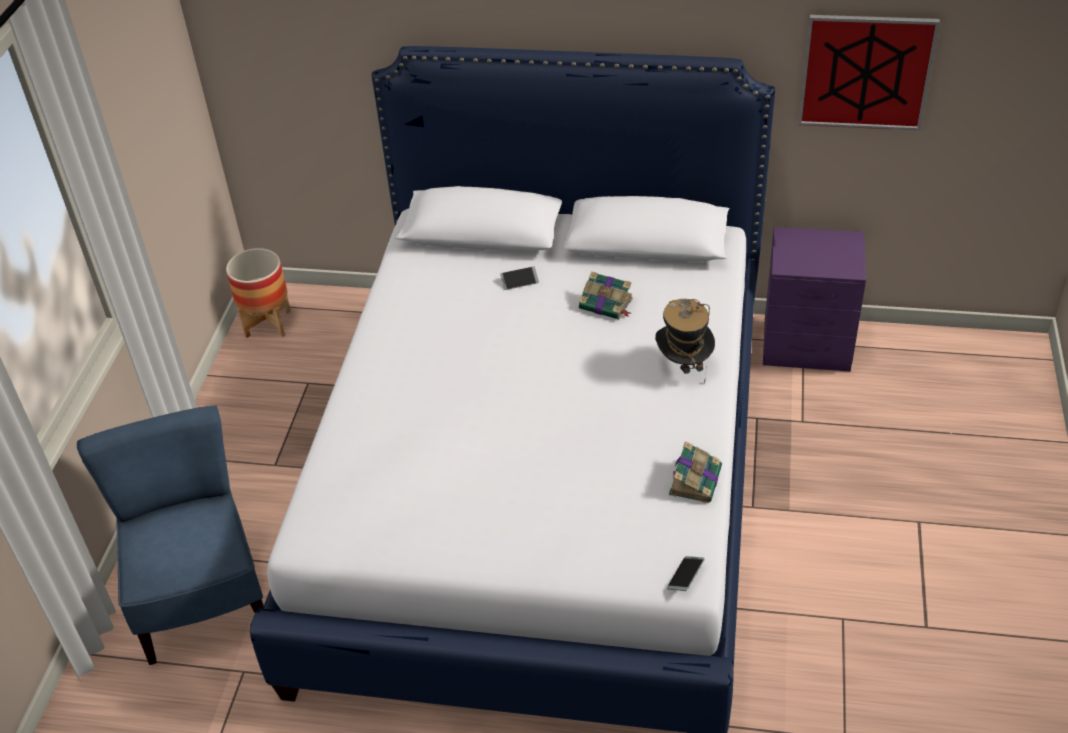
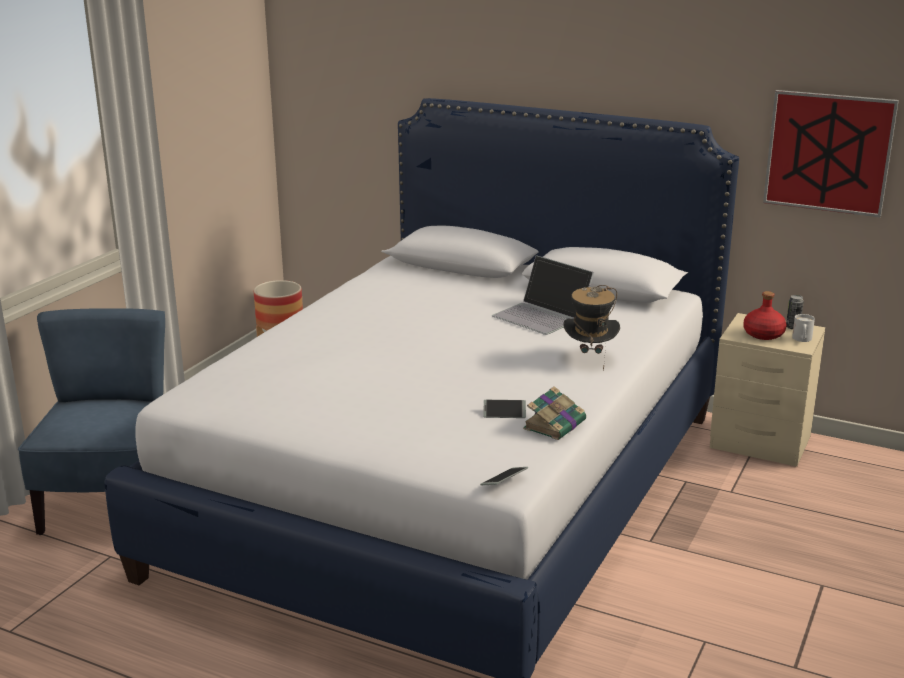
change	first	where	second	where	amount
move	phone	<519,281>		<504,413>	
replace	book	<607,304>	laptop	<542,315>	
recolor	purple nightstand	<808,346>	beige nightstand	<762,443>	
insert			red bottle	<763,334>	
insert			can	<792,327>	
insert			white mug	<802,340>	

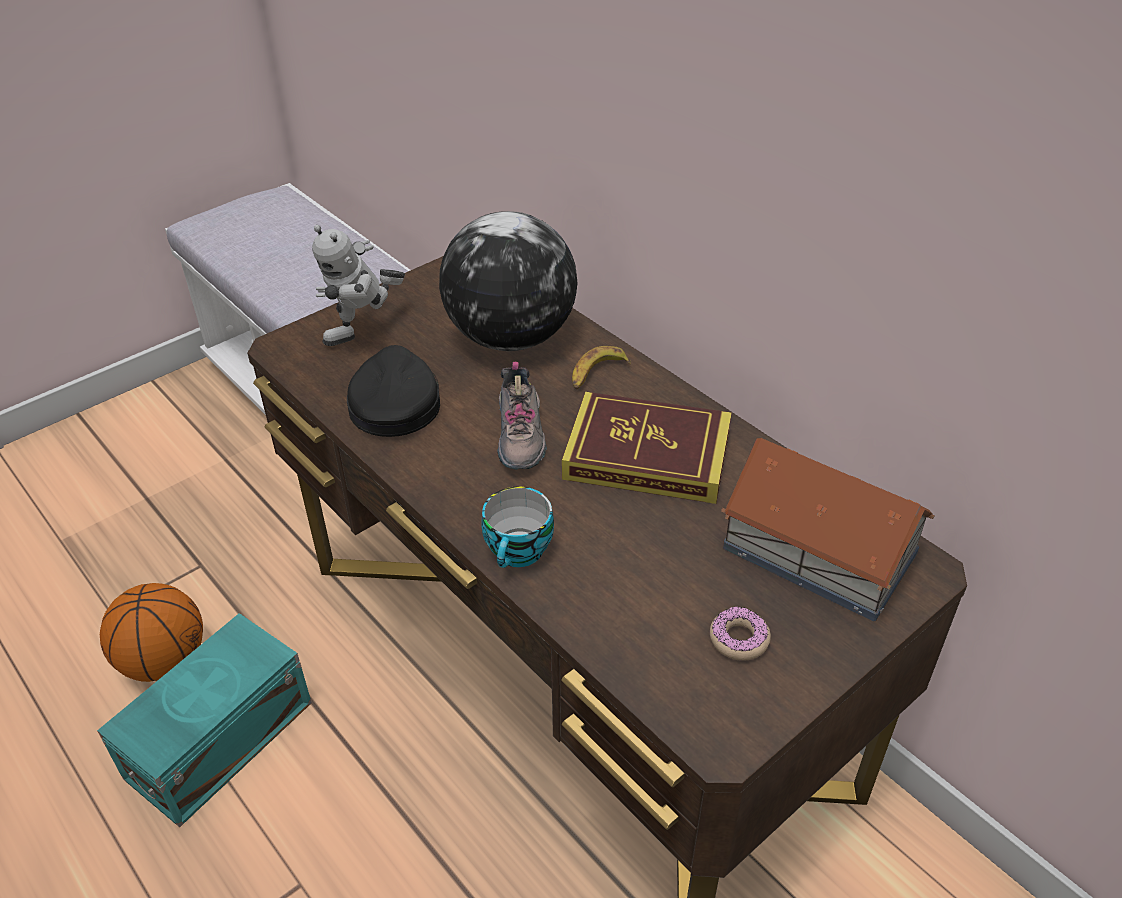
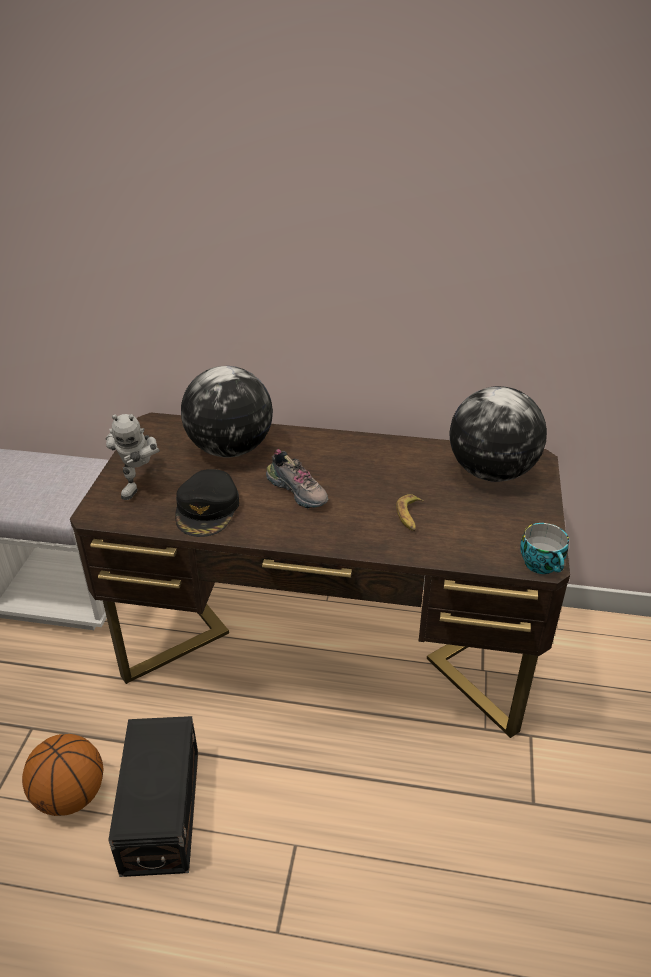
change	first	where	second	where	amount
recolor	turquoise storage box	<216,740>	black storage box	<159,813>	
rotate	black cap	<395,402>		<207,509>	135 degrees counterclockwise
move	cup	<519,552>		<542,565>	
delete	book	<647,455>			
move	banana	<597,374>		<410,516>	
delete	donut	<739,639>			
replace	toy house	<820,552>	globe	<492,472>	

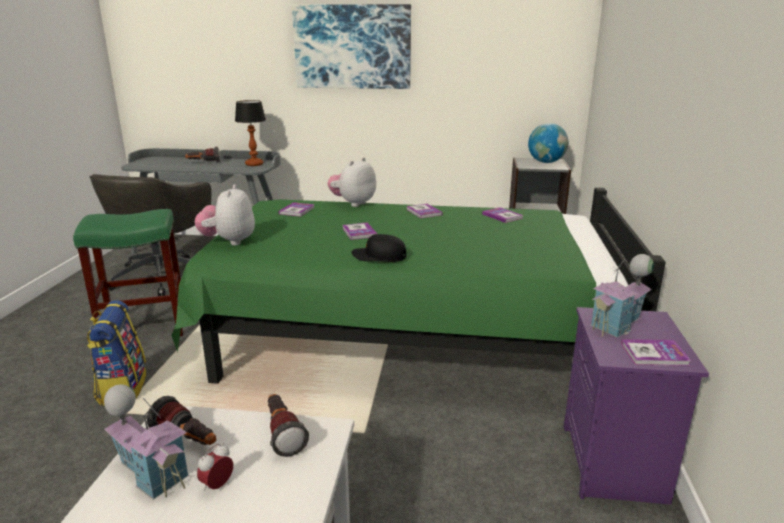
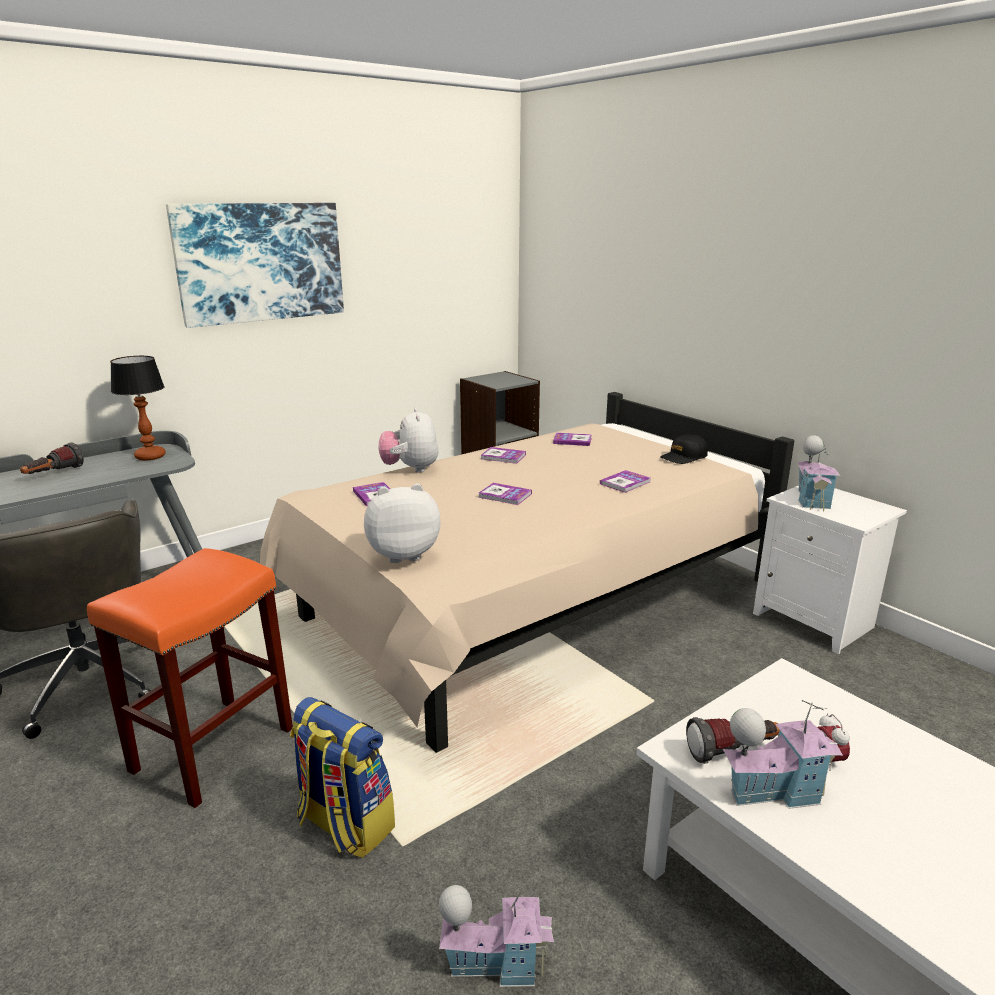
change	first	where	second	where	amount
recolor	green stool	<146,327>	orange stool	<214,748>	
recolor	green bed	<406,337>	beige bed	<531,604>	
rotate	plush toy	<229,241>		<402,554>	120 degrees clockwise
delete	flashlight	<282,434>			
move	black cap	<379,256>		<684,457>	
delete	globe	<546,162>			
recolor	purple nightstand	<615,465>	white nightstand	<816,621>	
move	book	<654,354>		<625,483>	
insert			toy house	<496,963>	

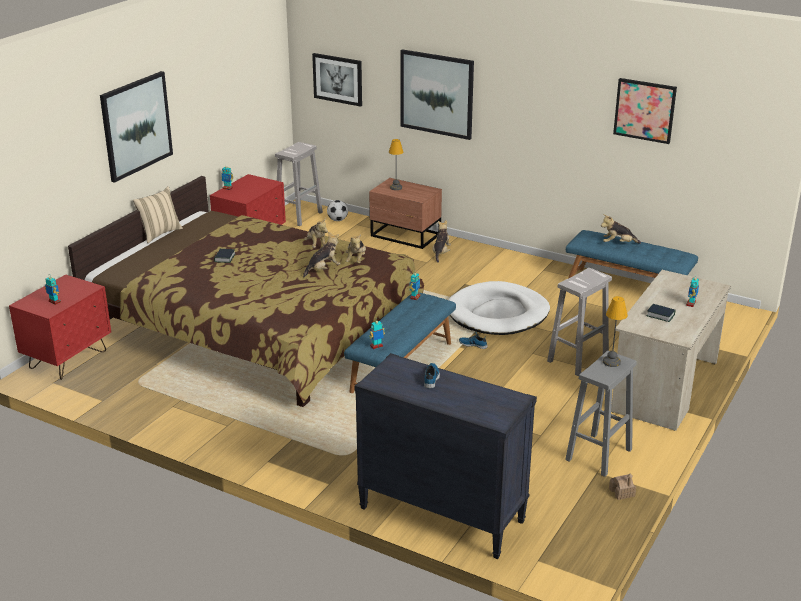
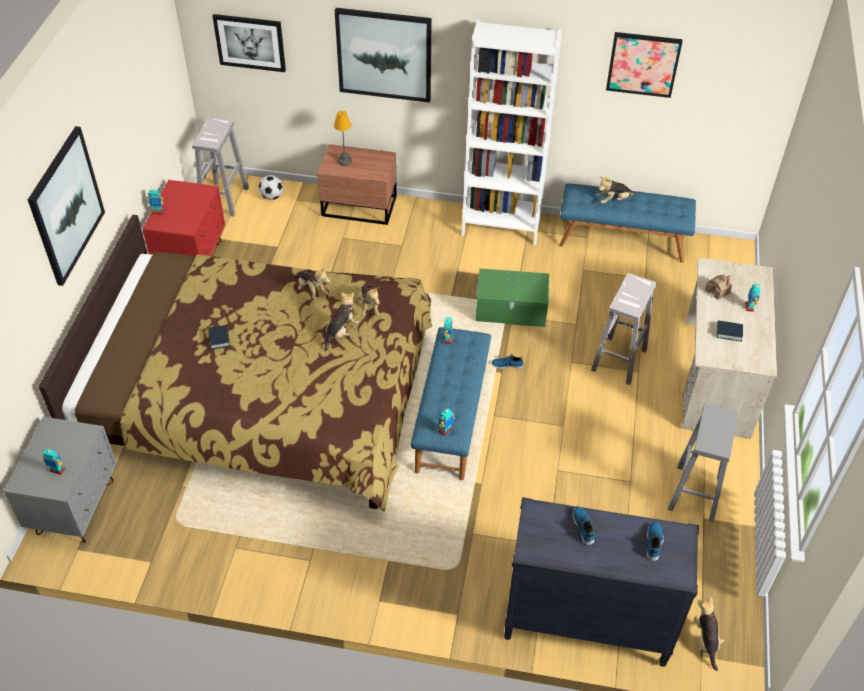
change	first	where	second	where	amount
recolor	red nightstand	<68,360>	grey nightstand	<76,507>	
delete	beige pillow	<159,233>			
move	plush toy	<441,253>		<706,640>	
replace	white dog bed	<498,313>	green storage box	<511,309>	
delete	table lamp	<612,362>			
move	toy house	<622,492>		<717,291>	
insert			white bookcase	<501,225>	
insert			shoe	<654,542>	

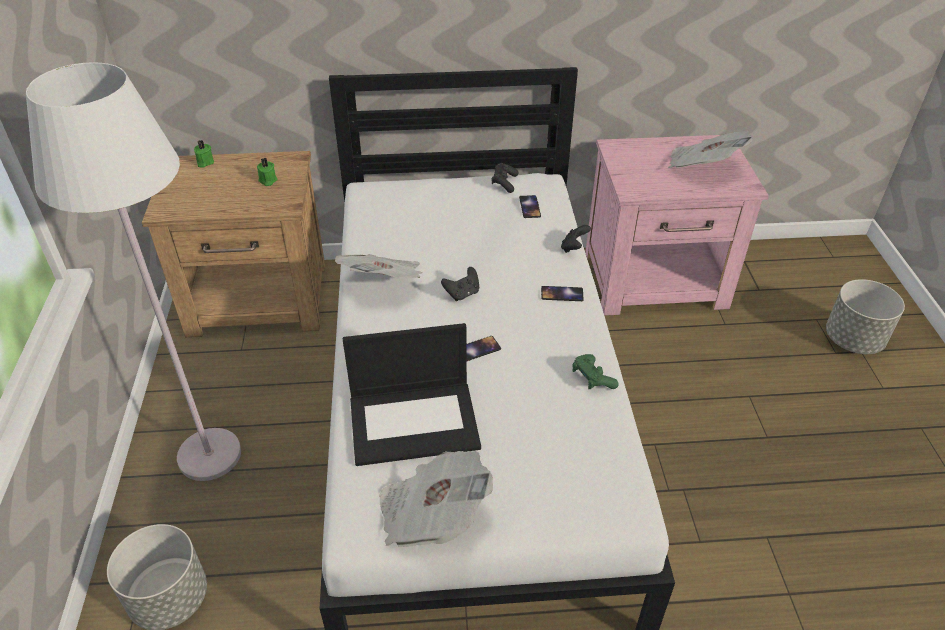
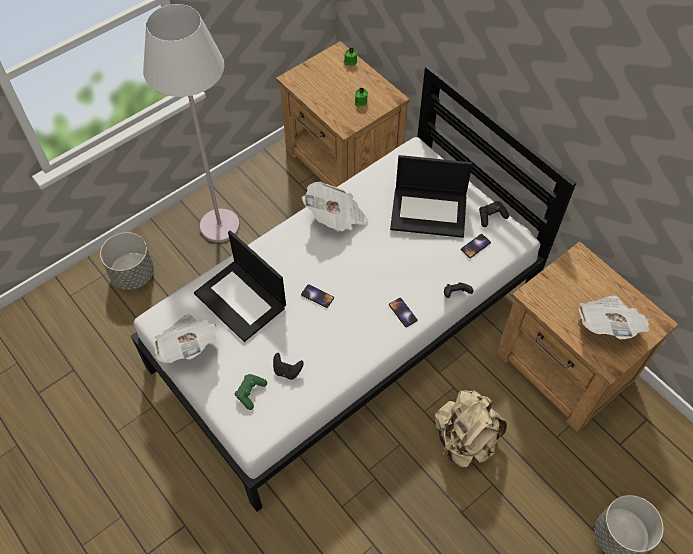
change	first	where	second	where	amount
move	black game controller	<462,294>		<287,371>	
move	green game controller	<592,378>		<250,393>	
recolor	pink nightstand	<657,280>	brown nightstand	<565,369>	
insert			laptop	<429,212>	
insert			beige backpack	<464,439>	

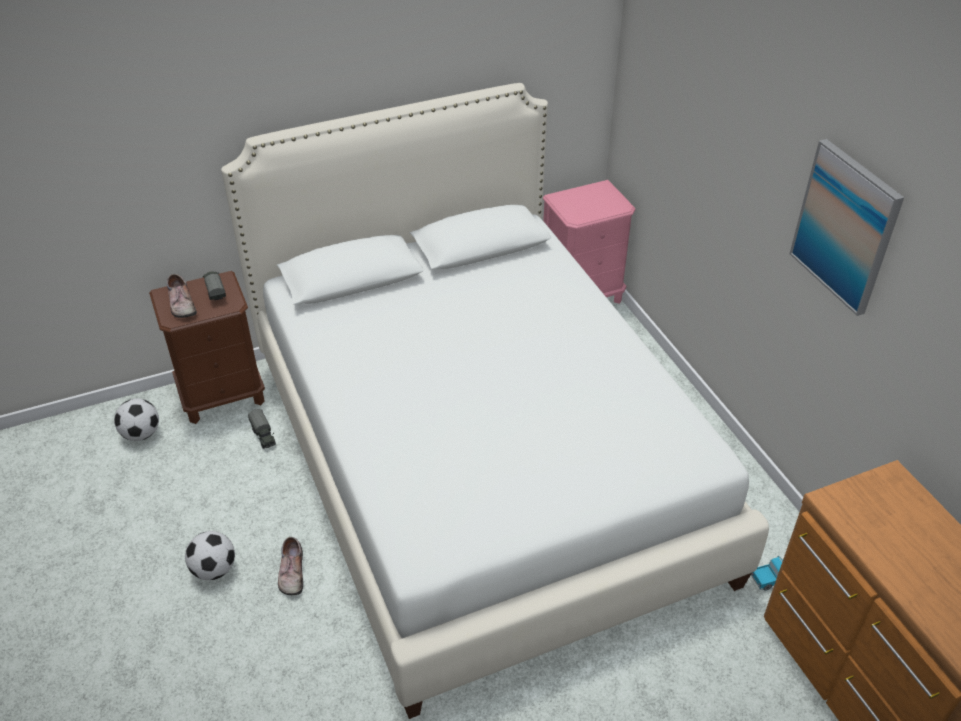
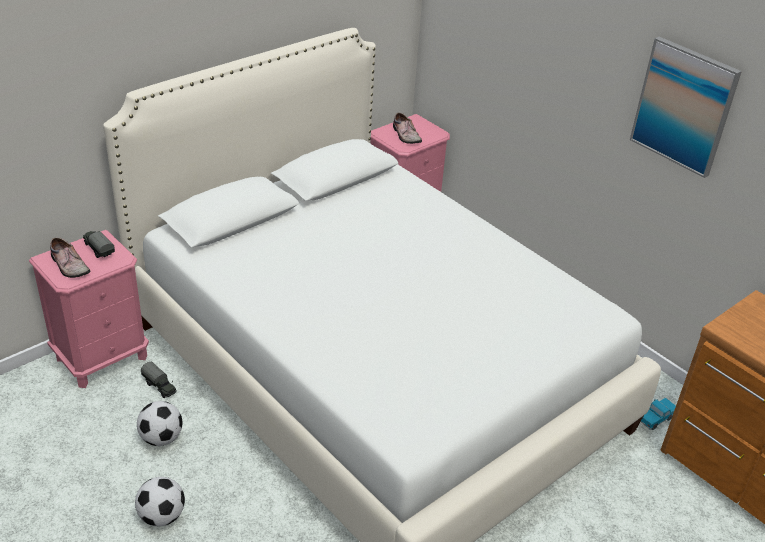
change	first	where	second	where	amount
move	football	<141,434>		<161,438>	
recolor	brown nightstand	<222,395>	pink nightstand	<102,357>	
move	shoe	<290,572>		<405,135>	

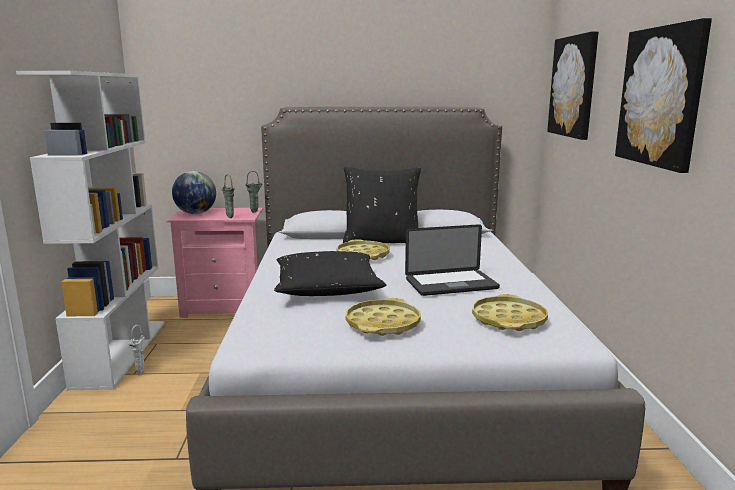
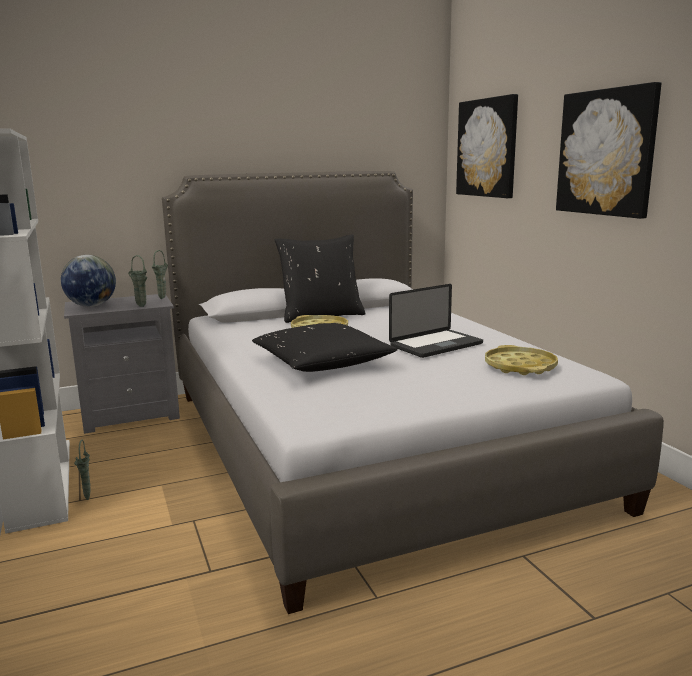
change	first	where	second	where	amount
recolor	white vase	<141,372>	green vase	<88,497>	
recolor	pink nightstand	<224,307>	grey nightstand	<131,414>	
delete	yellow tray	<383,324>			

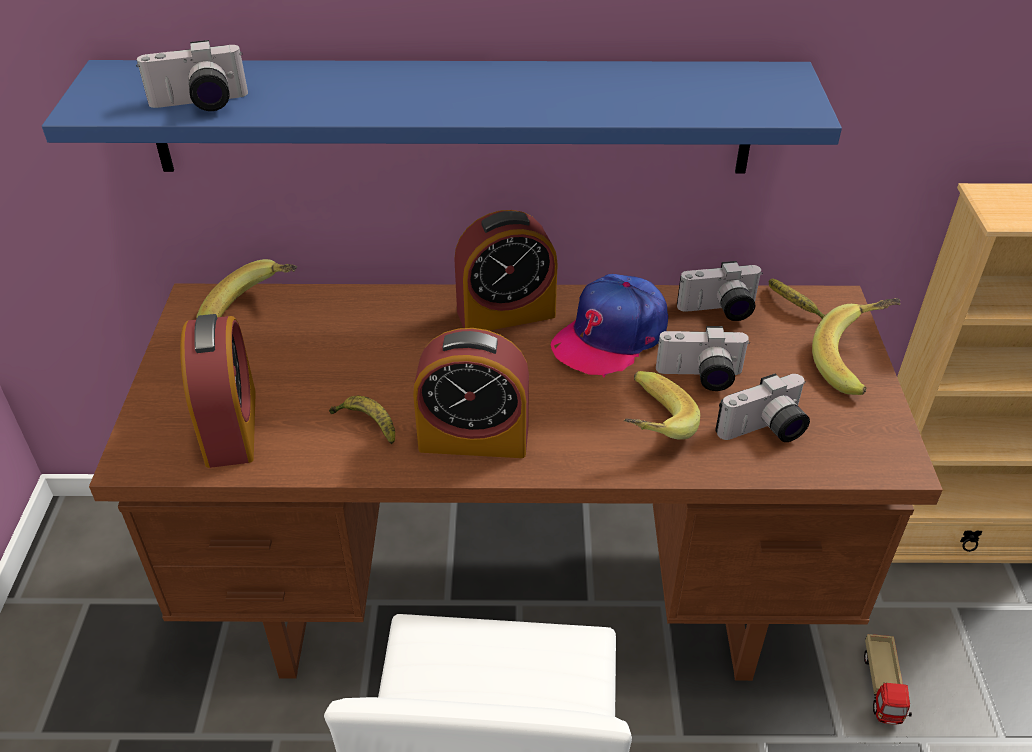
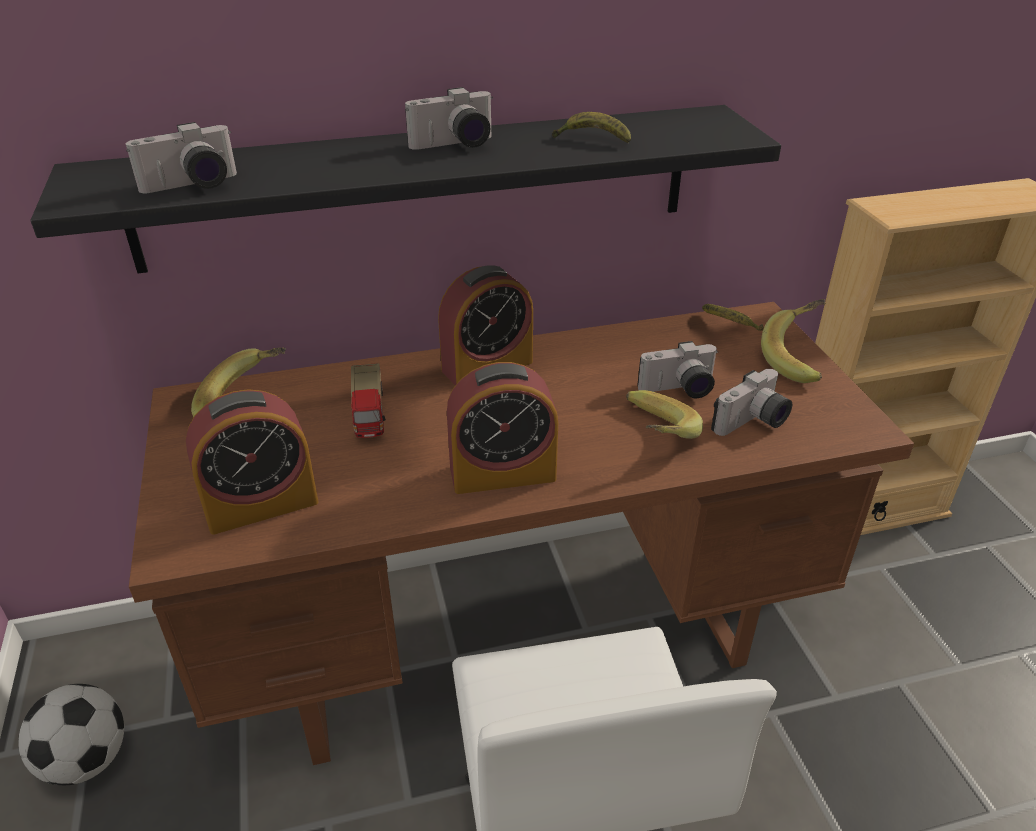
change	first	where	second	where	amount
recolor	blue shelf	<451,117>	black shelf	<419,187>	
rotate	alarm clock	<231,427>		<261,504>	90 degrees clockwise
move	banana	<367,424>		<592,139>	
delete	cap	<610,336>			
move	photo camera	<719,311>		<455,145>	
move	toy truck	<882,687>		<370,414>	
insert			football	<86,759>	

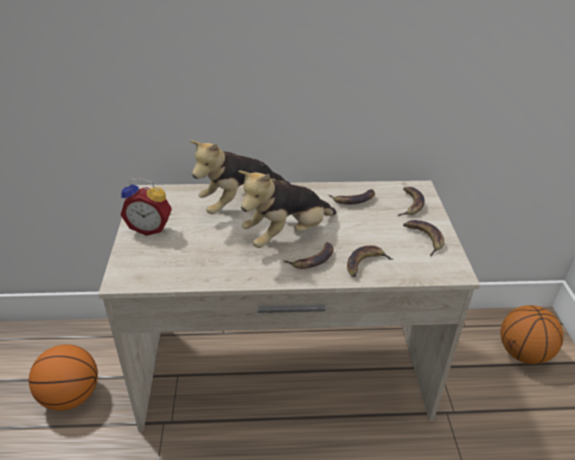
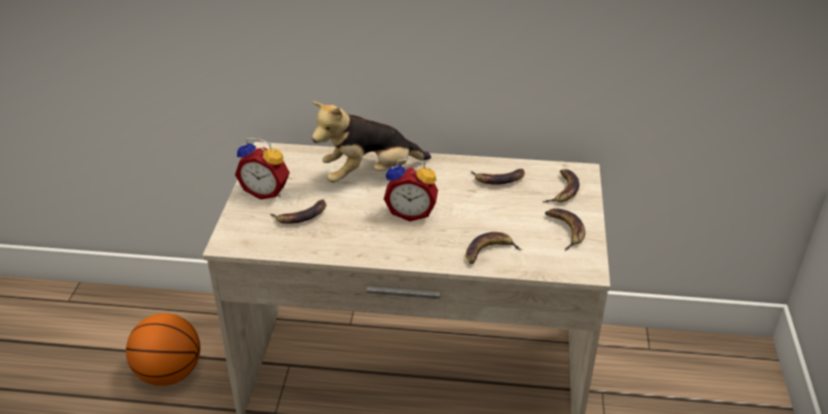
change	first	where	second	where	amount
replace	plush toy	<287,235>	alarm clock	<411,212>	
move	banana	<312,259>		<301,215>	
delete	basketball	<523,353>			

